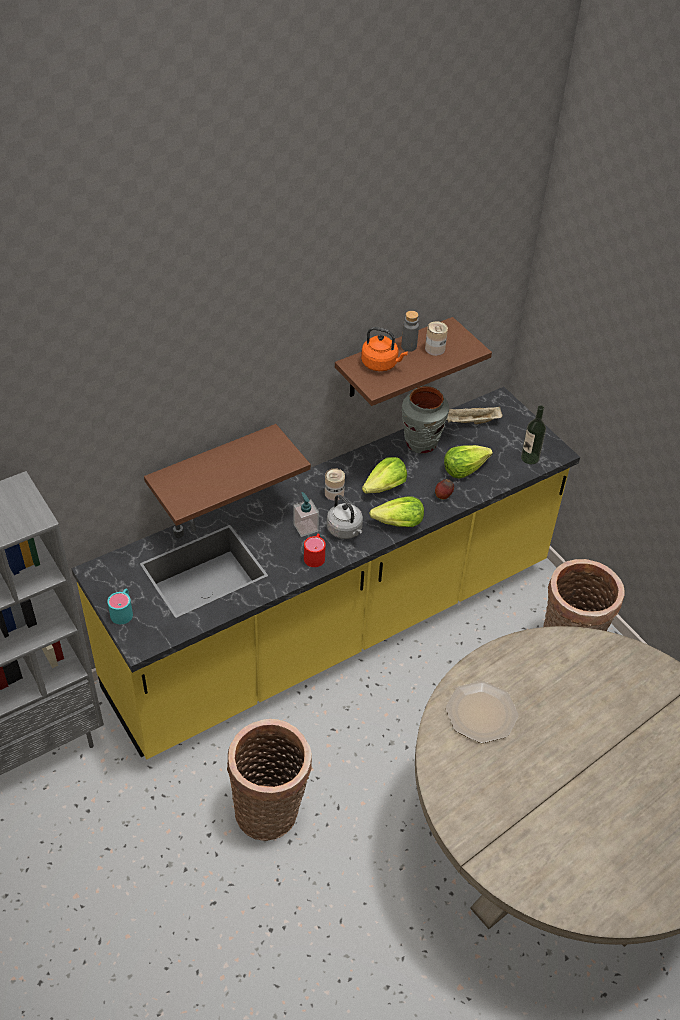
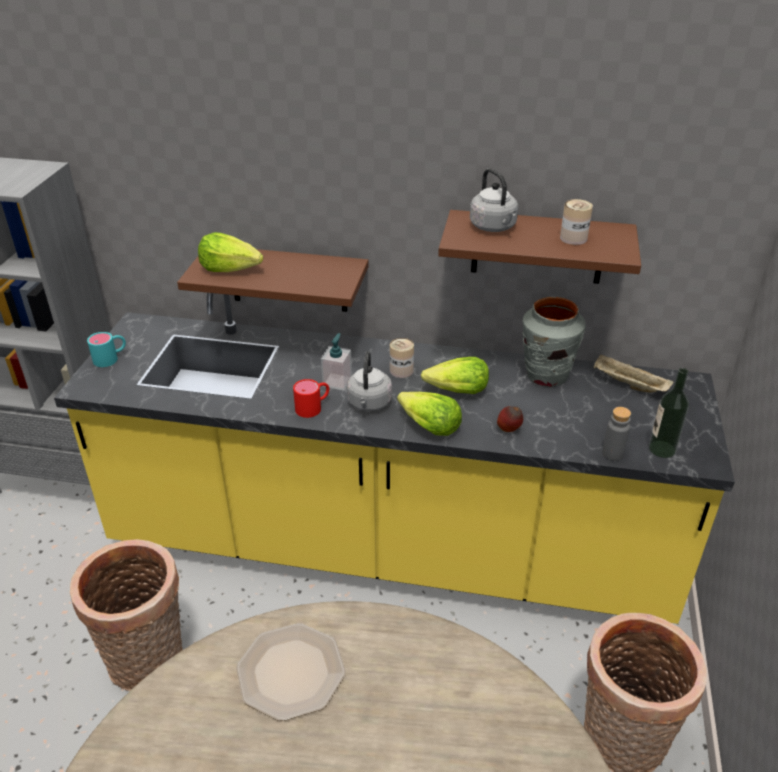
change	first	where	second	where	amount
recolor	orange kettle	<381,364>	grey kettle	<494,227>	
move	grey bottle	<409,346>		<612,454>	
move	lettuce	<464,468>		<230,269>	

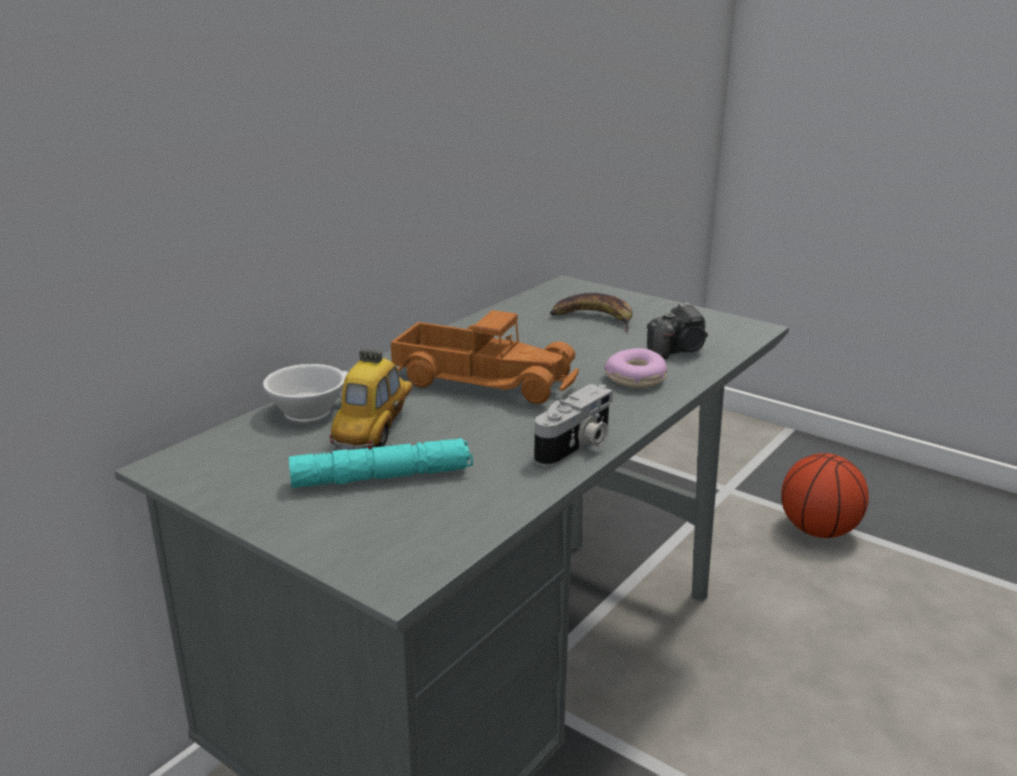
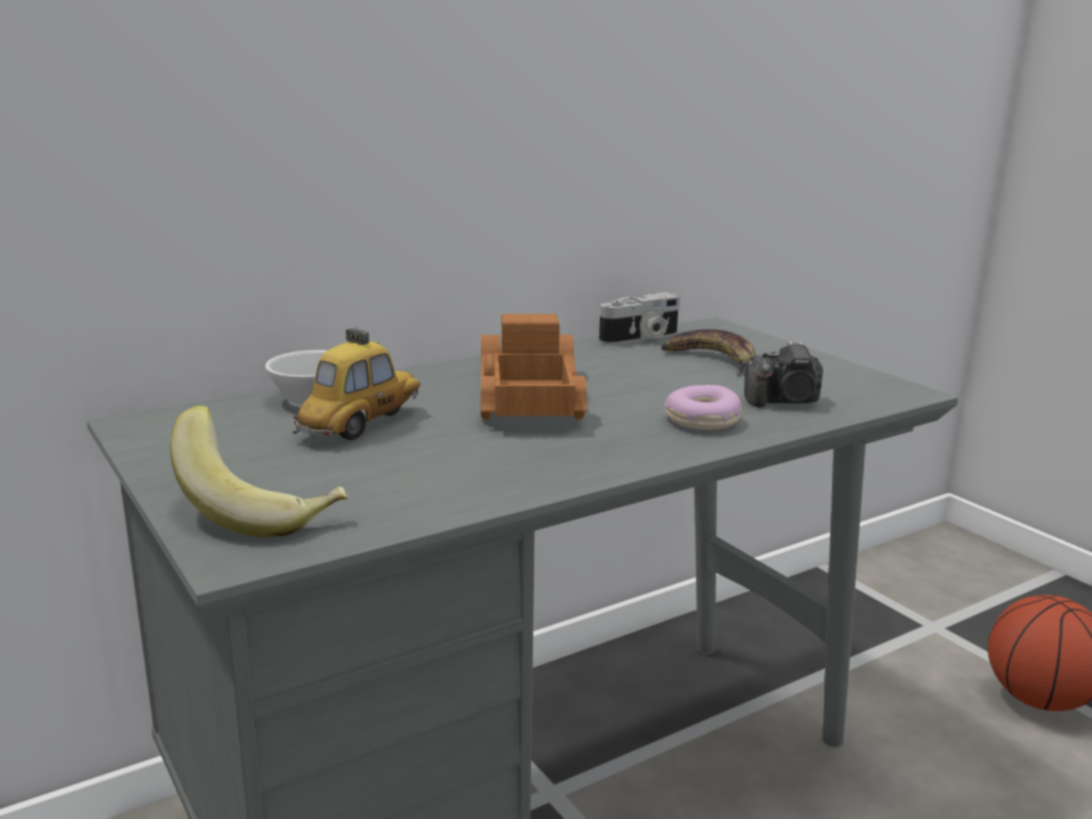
change	first	where	second	where	amount
delete	turquoise flashlight	<382,477>			
rotate	toy truck	<484,379>		<526,397>	135 degrees counterclockwise
move	photo camera	<576,447>		<641,338>	
insert			banana	<262,511>	

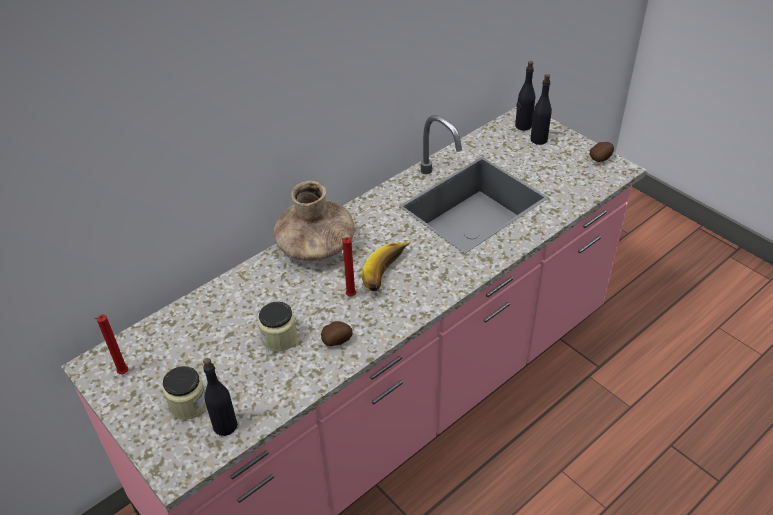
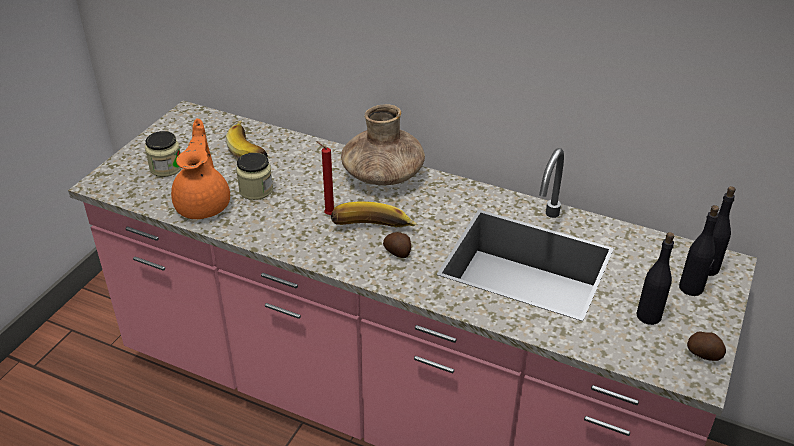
change	first	where	second	where	amount
delete	red candle	<122,374>			
move	black bottle	<225,425>		<648,316>	
move	potato	<337,340>		<398,253>	
insert			orange teapot	<204,204>	
insert			banana	<251,150>	

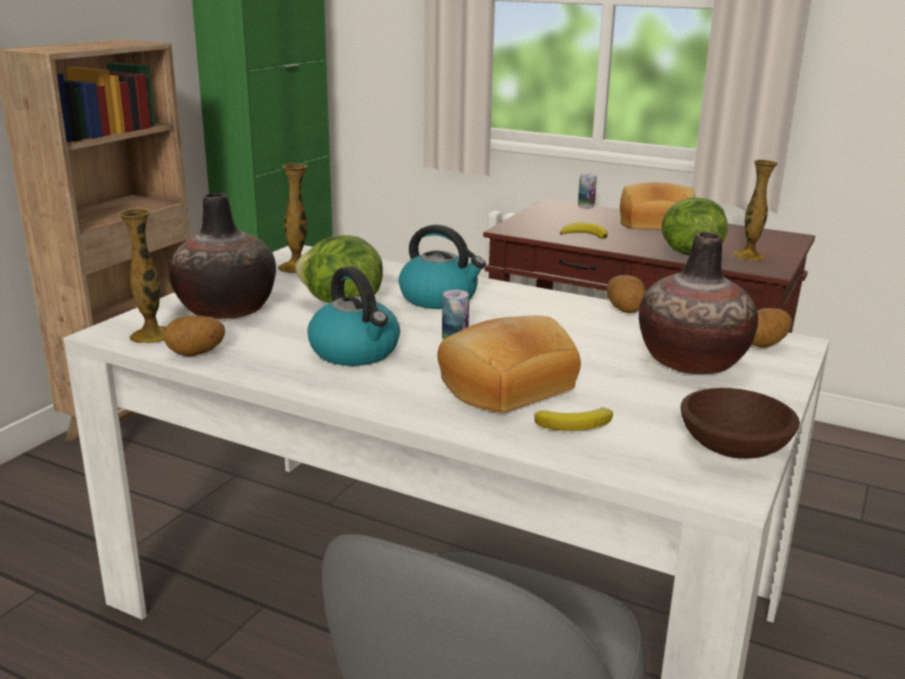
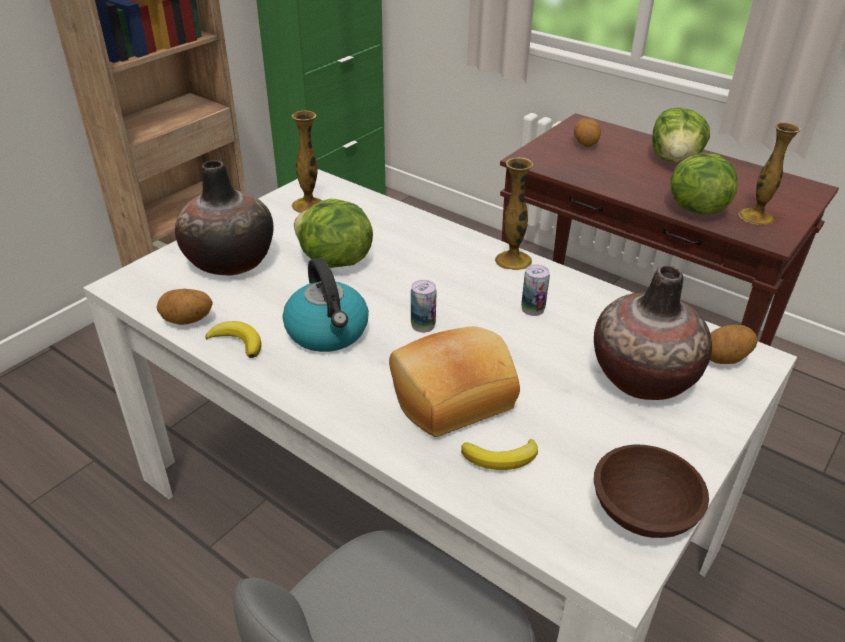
change	first	where	second	where	amount
move	vase	<153,335>		<513,260>	
delete	kettle	<440,298>			
move	banana	<584,235>		<237,342>	
move	can	<586,206>		<532,309>	
move	potato	<625,310>		<585,144>	
replace	bread	<655,224>	lettuce	<674,159>	

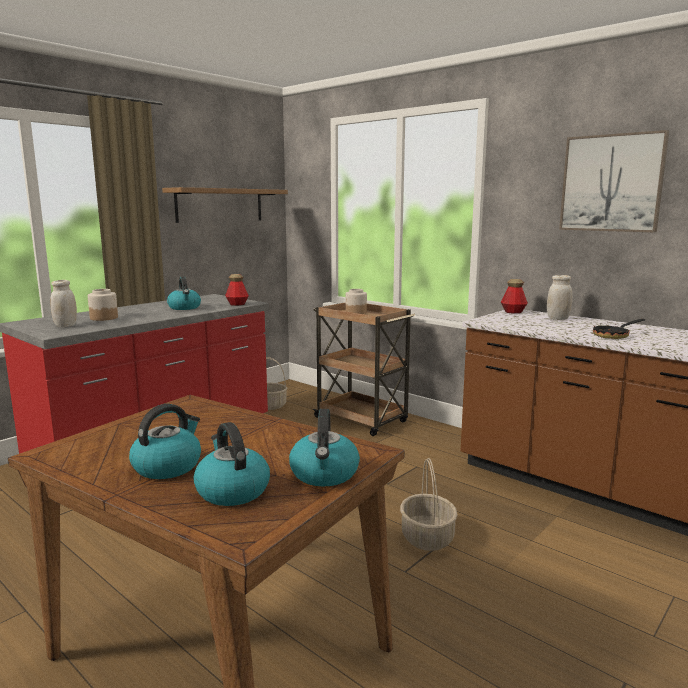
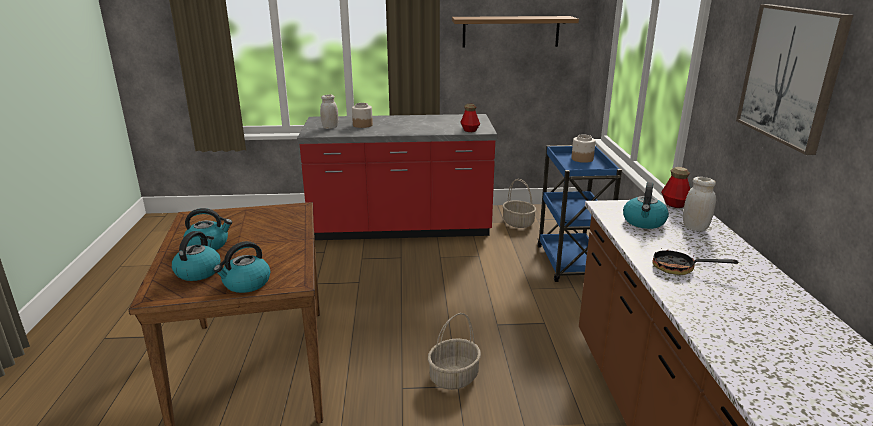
change	first	where	second	where	amount
move	kettle	<184,308>		<644,222>	
recolor	brown cart	<362,420>	blue cart	<570,264>	

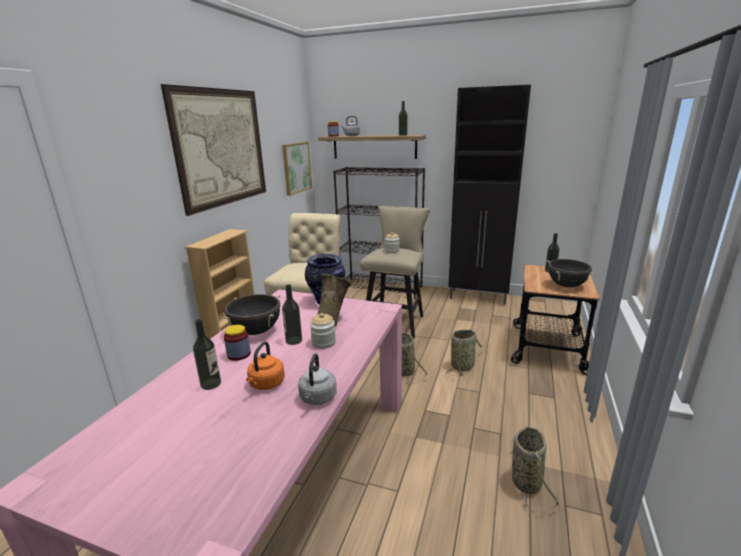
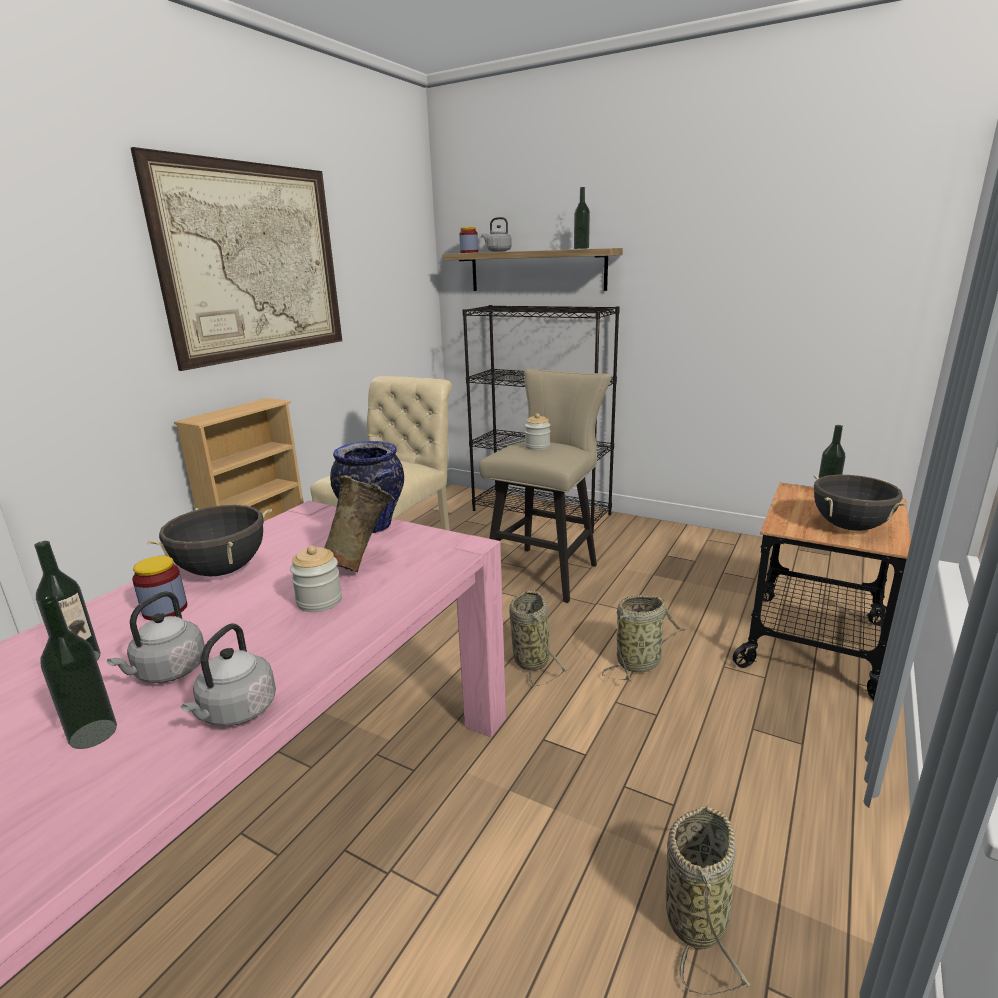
change	first	where	second	where	amount
recolor	orange kettle	<266,384>	grey kettle	<168,672>	
delete	picture	<296,167>			
move	bottle	<294,340>		<93,734>	
delete	black cabinet	<479,297>			

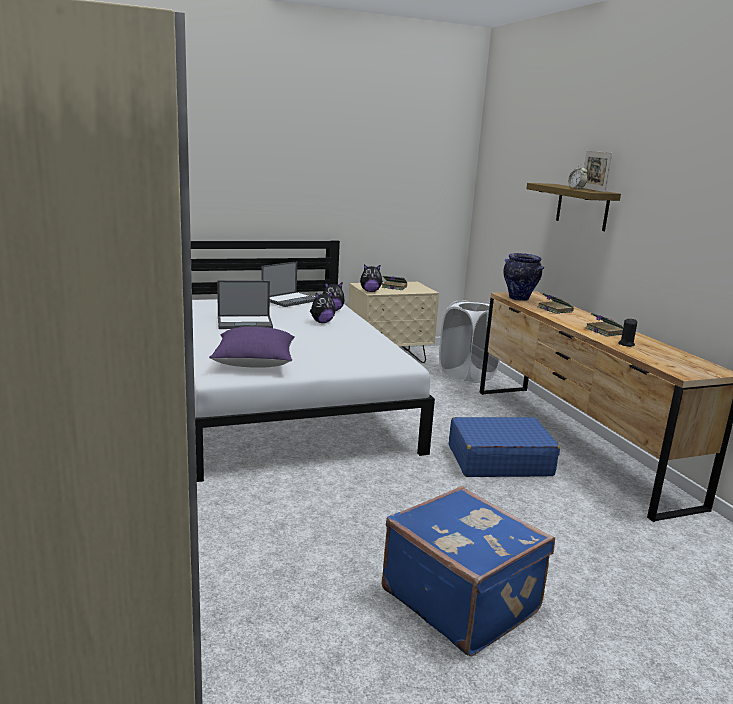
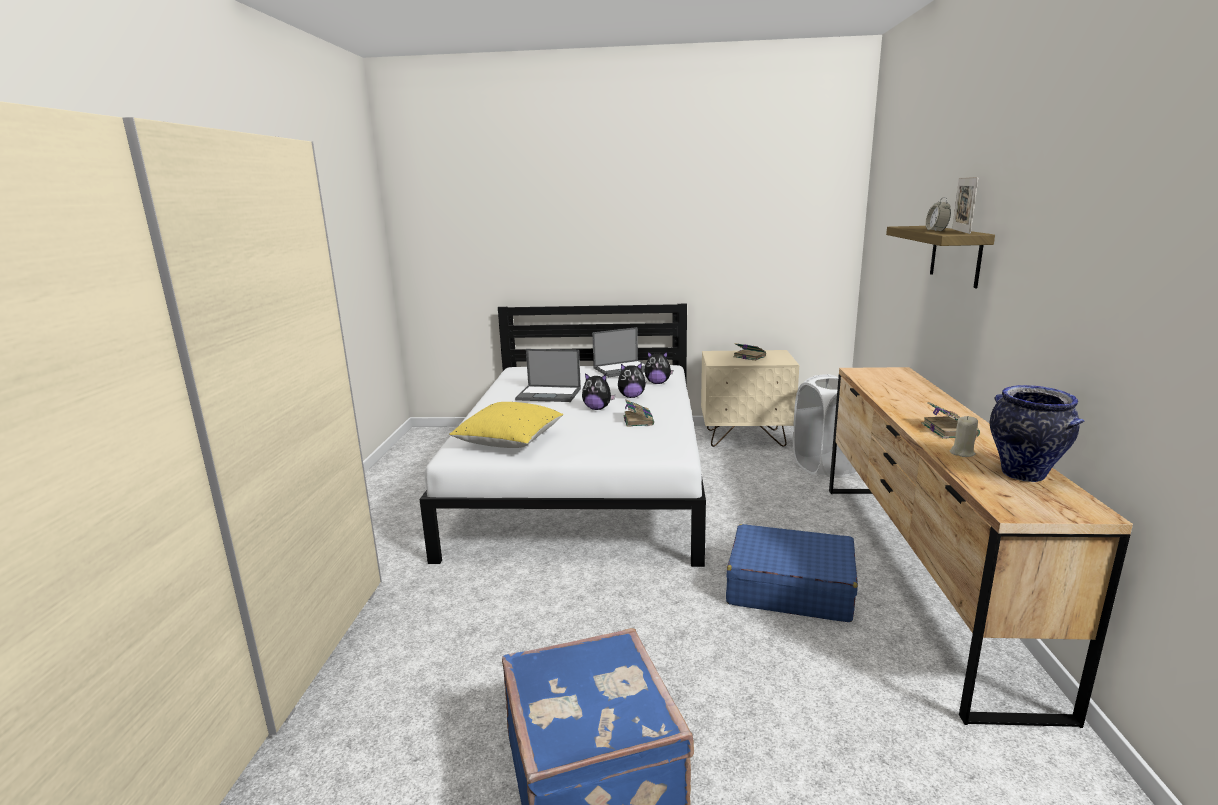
change	first	where	second	where	amount
recolor	purple pillow	<254,363>	yellow pillow	<509,441>	
move	plush toy	<370,291>		<597,408>	
move	vase	<519,299>		<1024,475>	
move	book	<554,309>		<638,420>	
recolor	black candle	<626,344>	beige candle	<962,453>	

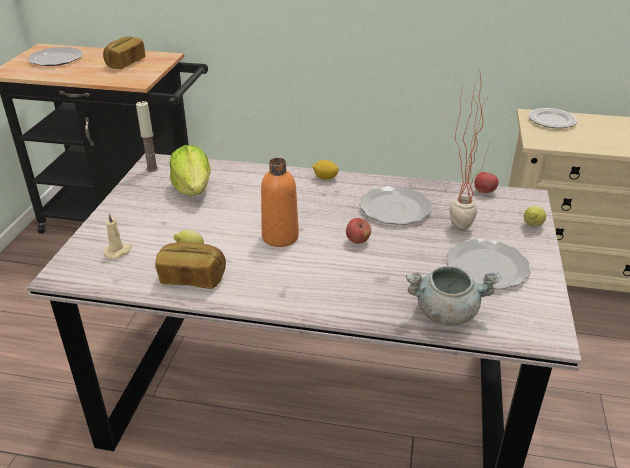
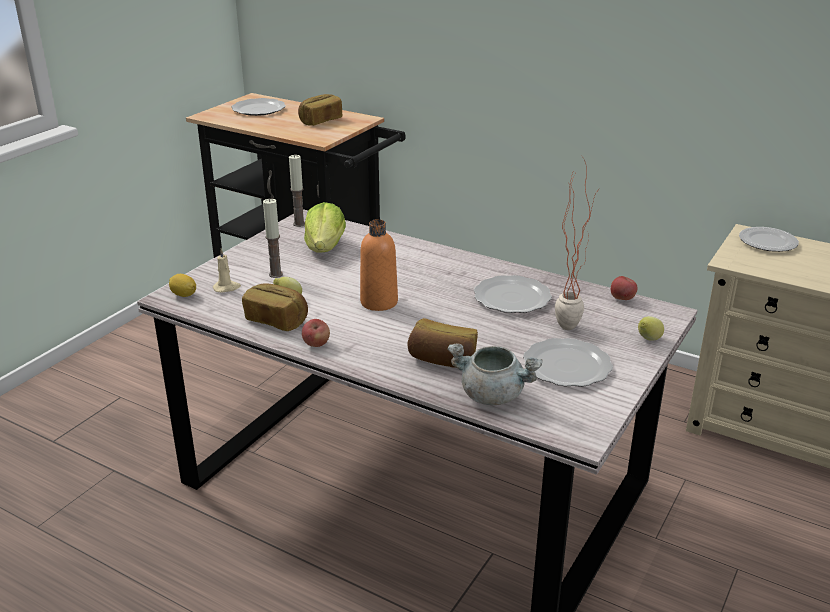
change	first	where	second	where	amount
move	lemon	<325,178>		<184,295>	
move	apple	<357,241>		<316,344>	
insert			candle	<275,274>	
insert			bread	<443,360>	

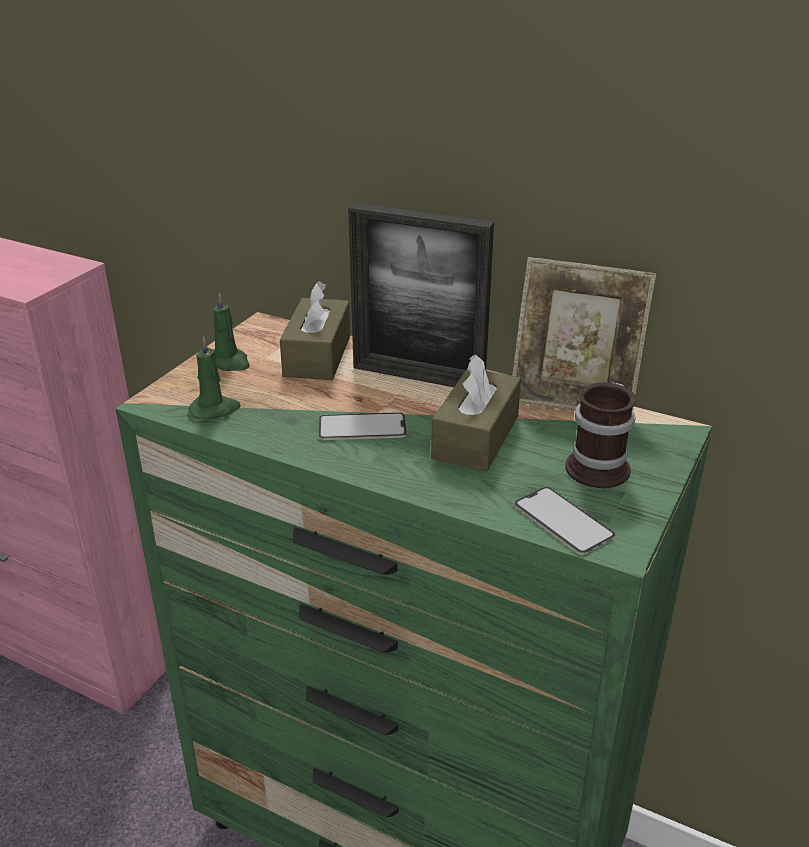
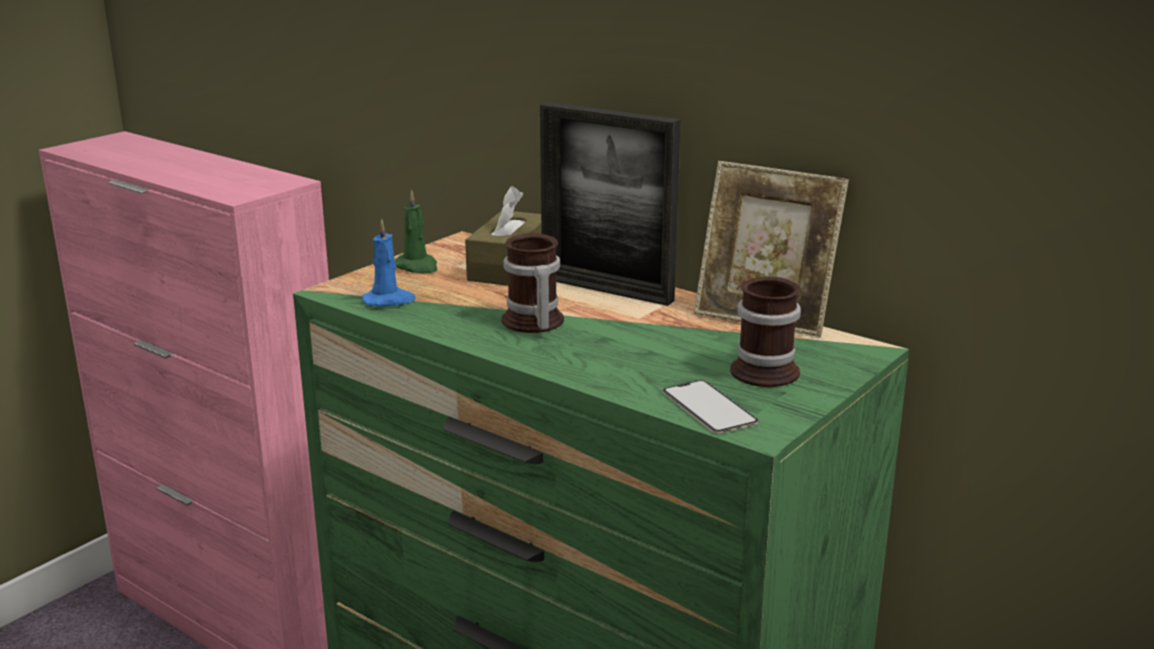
change	first	where	second	where	amount
recolor	green candle	<215,410>	blue candle	<389,300>	
replace	phone	<362,427>	mug	<531,323>	
delete	brown tissue box	<476,437>			

